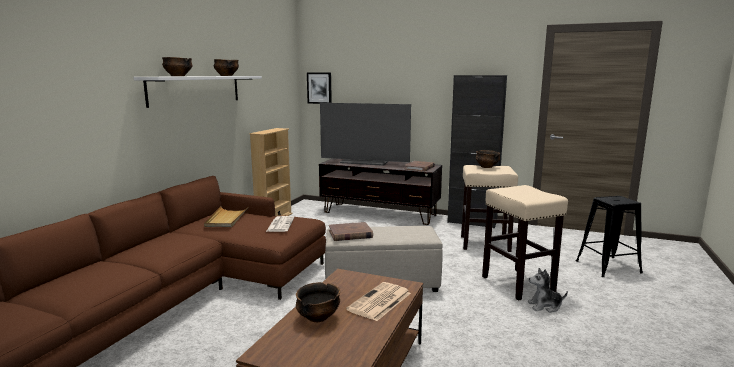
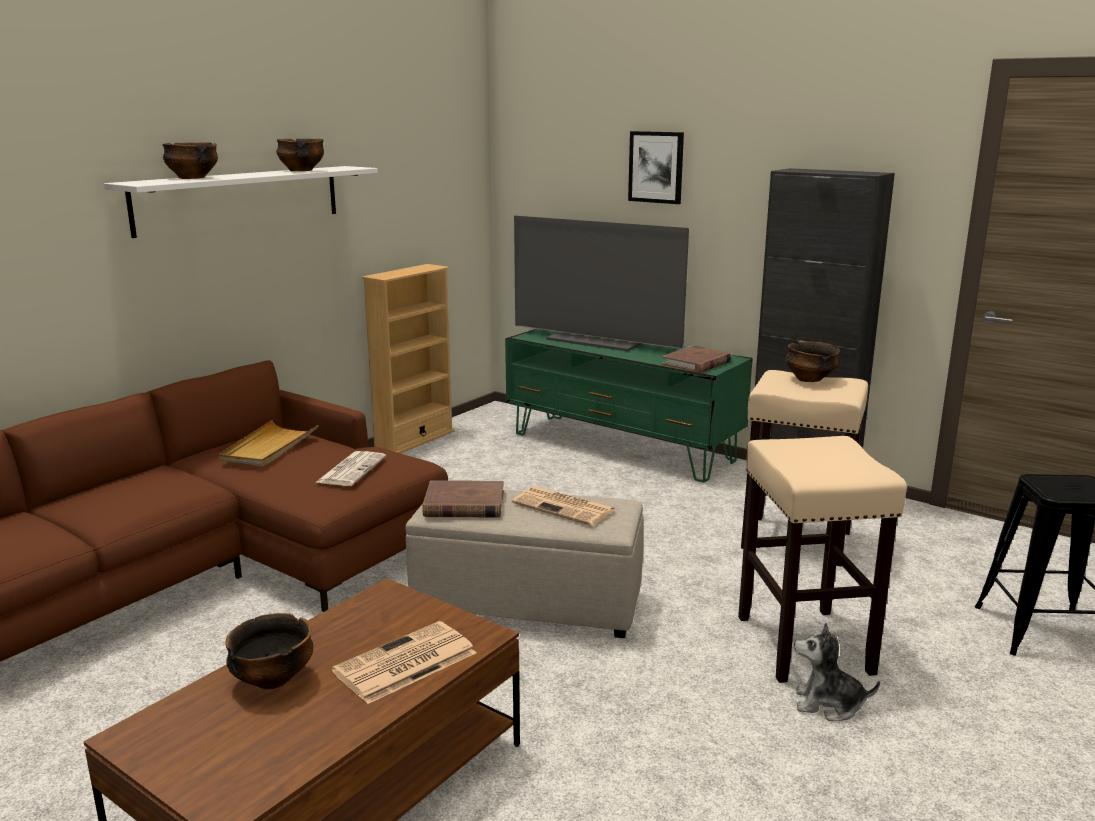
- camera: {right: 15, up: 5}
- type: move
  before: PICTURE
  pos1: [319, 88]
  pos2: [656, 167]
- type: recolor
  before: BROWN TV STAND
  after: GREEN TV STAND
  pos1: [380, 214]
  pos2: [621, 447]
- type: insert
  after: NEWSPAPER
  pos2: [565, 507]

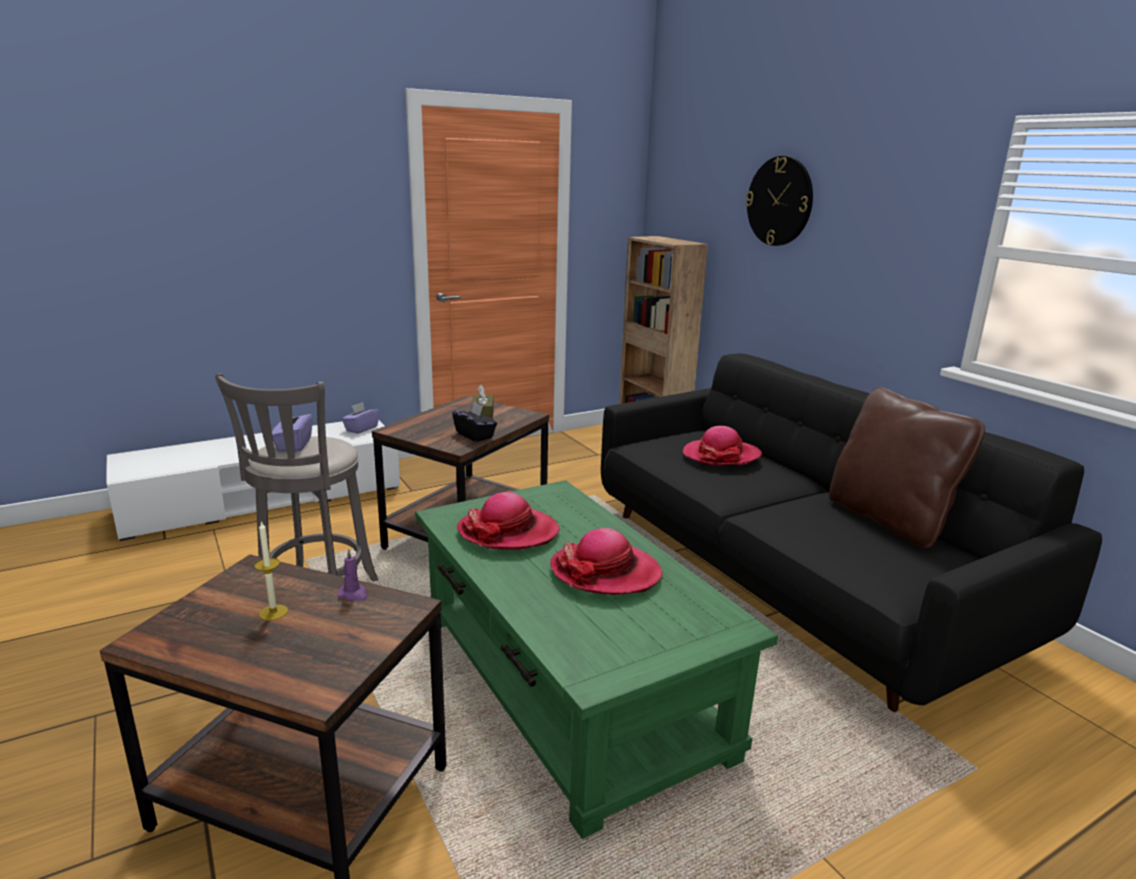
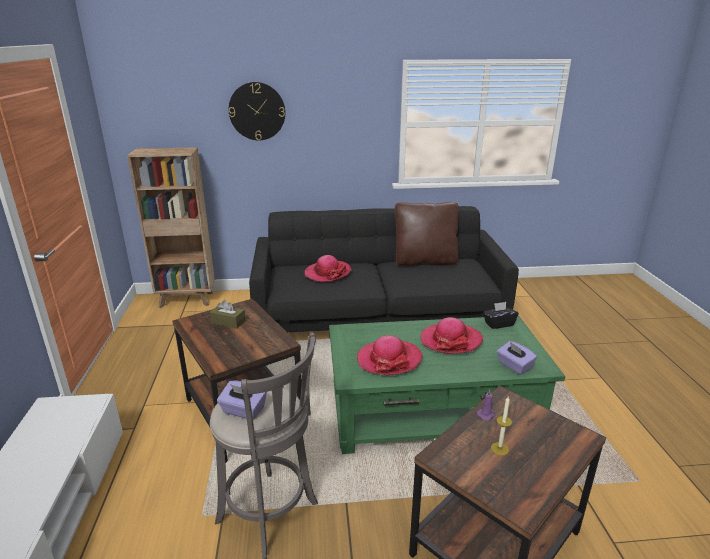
- camera: {right: -65, up: 5}
- type: move
  before: PURPLE TISSUE BOX
  pos1: [361, 429]
  pos2: [514, 366]
- type: move
  before: BLACK TISSUE BOX
  pos1: [475, 435]
  pos2: [498, 324]

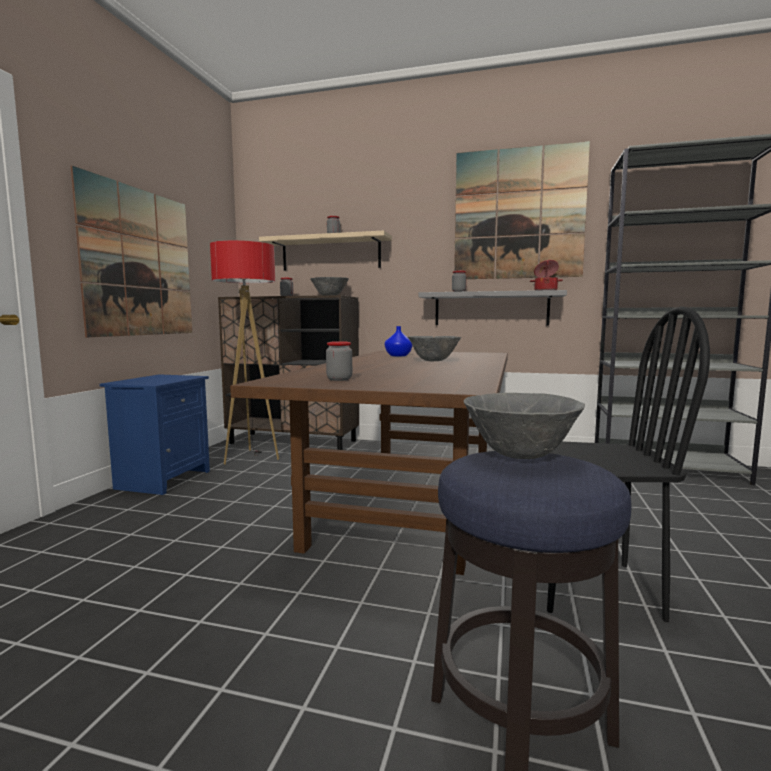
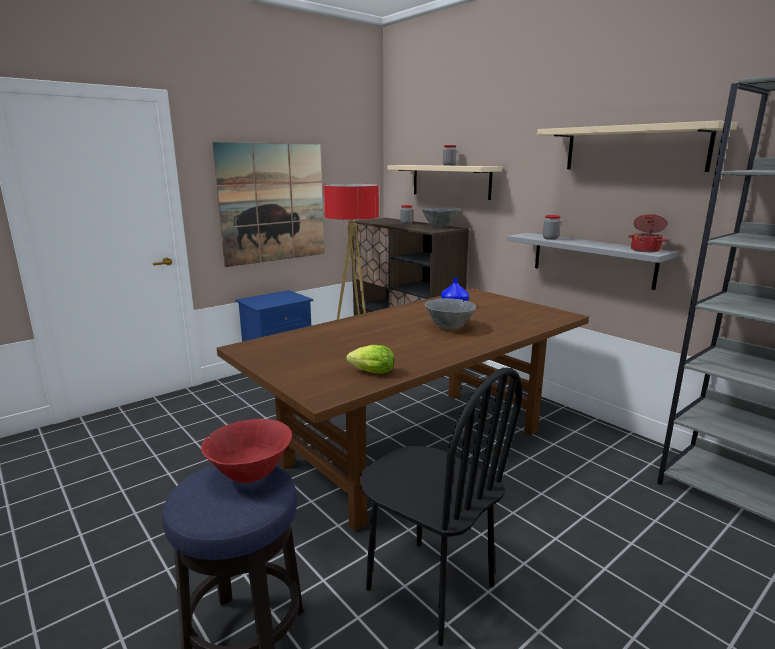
- camera: {right: 35, up: 10}
- type: delete
  before: JAR
  pos1: [339, 379]
- type: replace
  before: PICTURE
  after: BEIGE SHELF
  pos1: [518, 214]
  pos2: [634, 148]
- type: recolor
  before: GREY BOWL
  after: RED BOWL
  pos1: [520, 456]
  pos2: [250, 475]
- type: insert
  after: LETTUCE
  pos2: [370, 372]

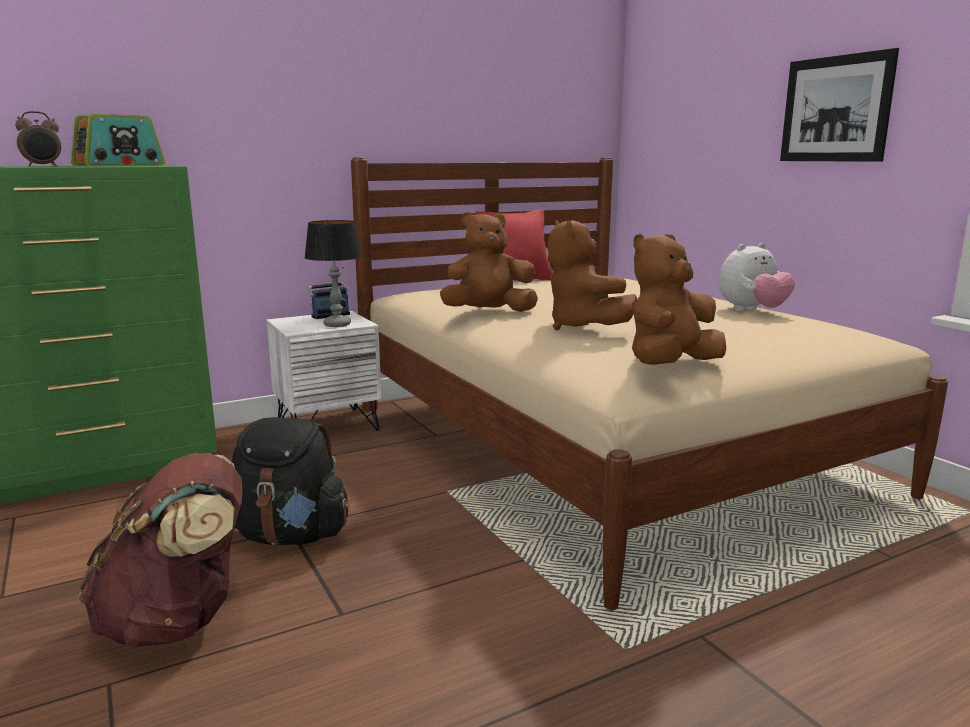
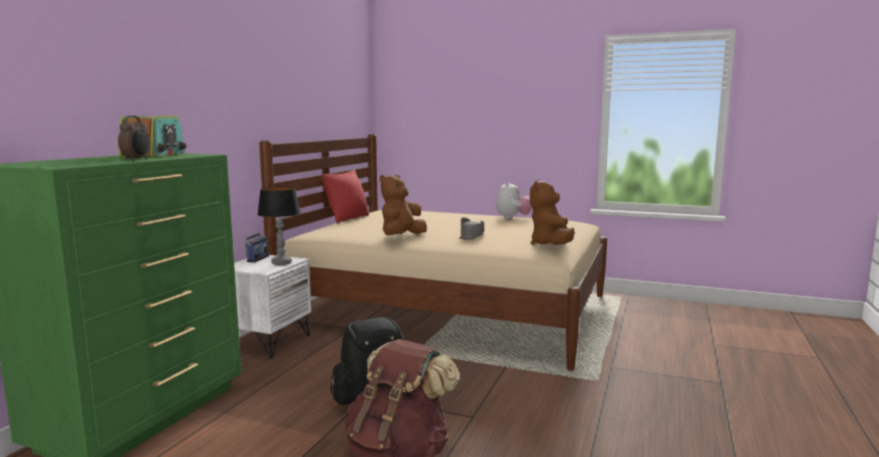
- camera: {right: -40, up: -5}
- type: replace
  before: BROWN PLUSH TOY
  after: GREY HAT
  pos1: [583, 327]
  pos2: [472, 236]
- type: delete
  before: PICTURE
  pos1: [835, 109]

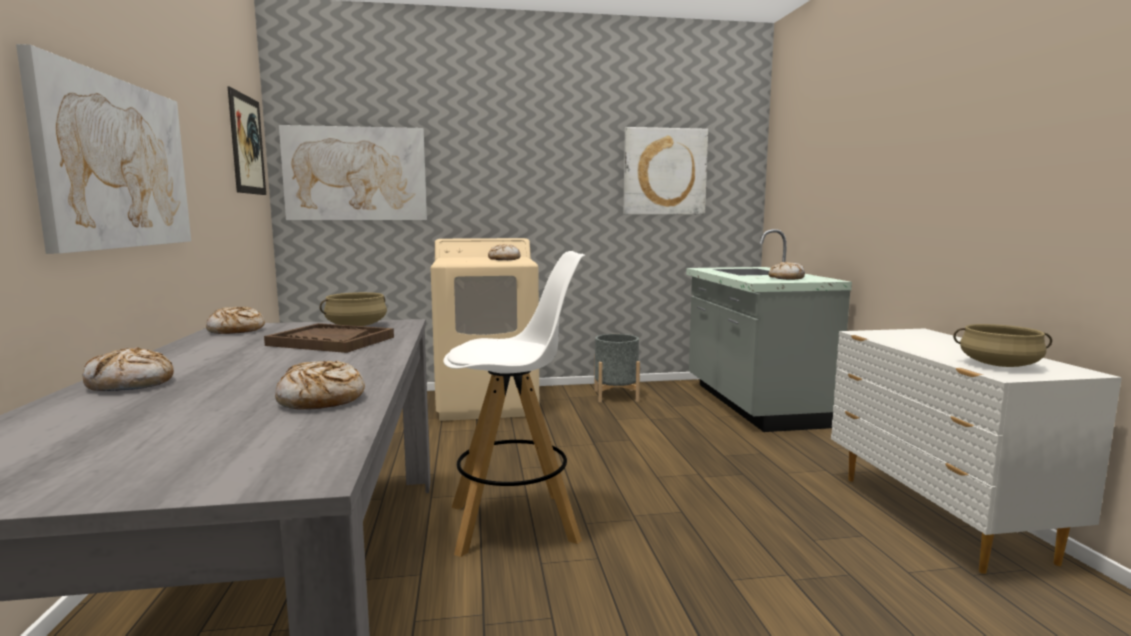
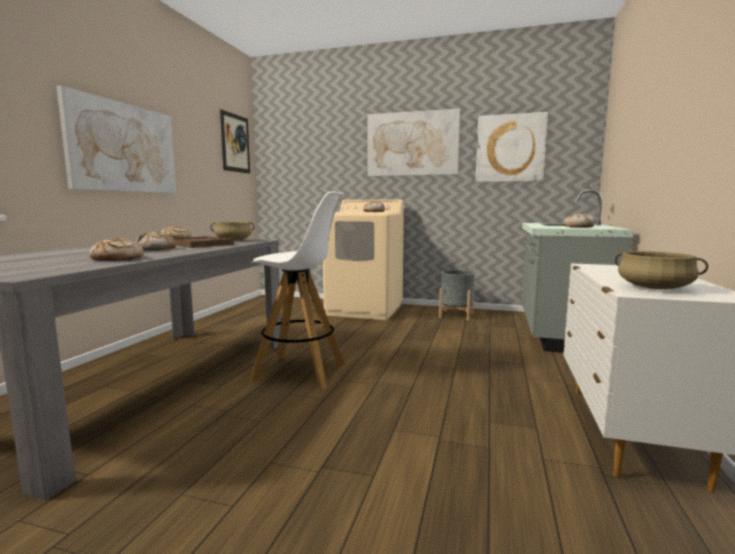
- camera: {right: 25, up: 0}
- type: move
  before: BREAD
  pos1: [131, 384]
  pos2: [156, 249]
- type: move
  before: PICTURE
  pos1: [355, 174]
  pos2: [412, 144]

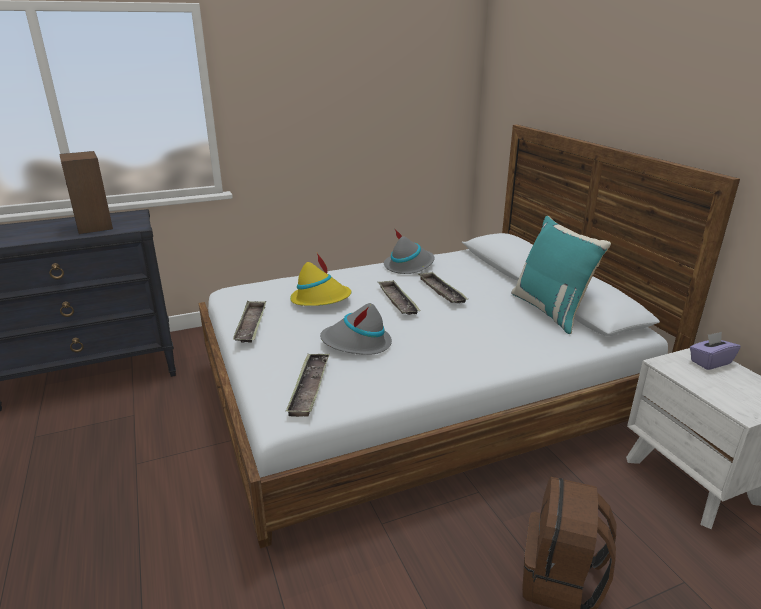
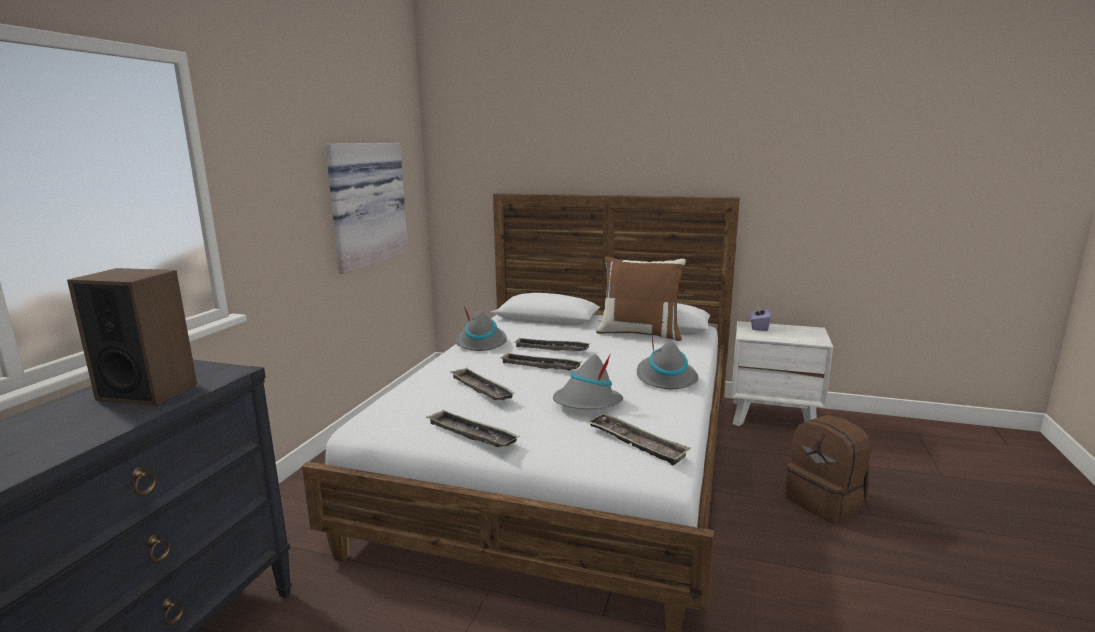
- camera: {right: -50, up: -10}
- type: replace
  before: YELLOW HAT
  after: TRAY
  pos1: [321, 299]
  pos2: [481, 389]
- type: recolor
  before: TURQUOISE PILLOW
  after: BROWN PILLOW
  pos1: [551, 310]
  pos2: [640, 333]
- type: insert
  after: PICTURE
  pos2: [365, 204]
- type: insert
  after: GREY HAT
  pos2: [665, 377]

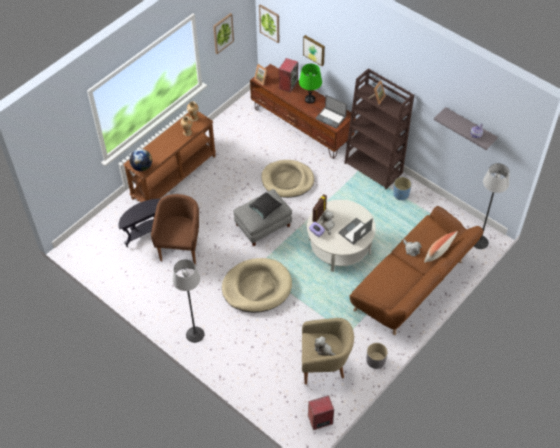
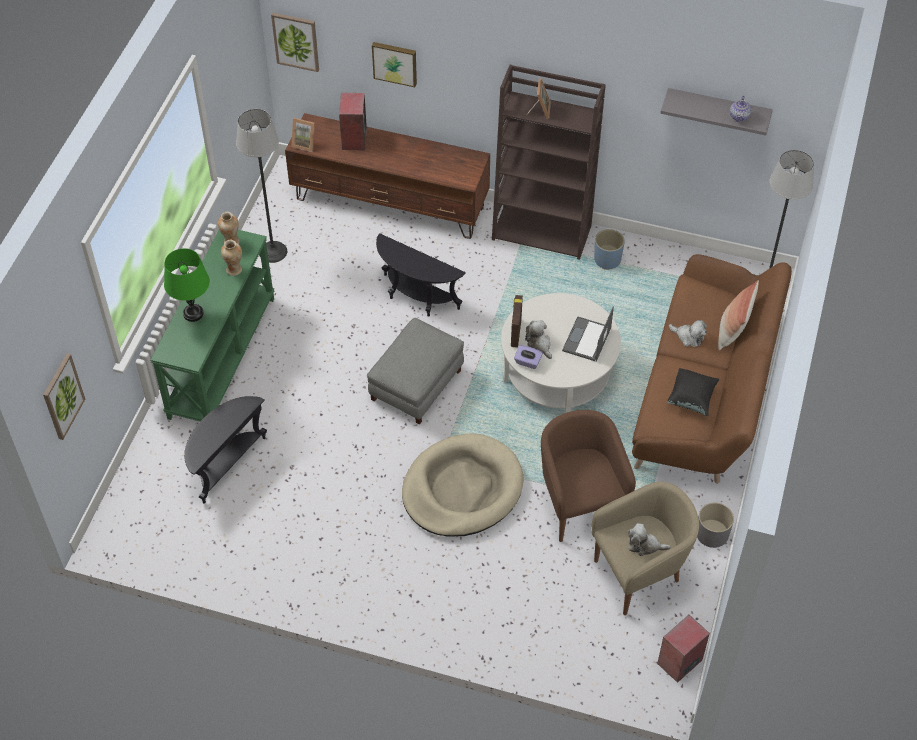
- camera: {right: -25, up: 0}
- type: recolor
  before: BROWN CONSOLE TABLE
  after: GREEN CONSOLE TABLE
  pos1: [174, 176]
  pos2: [221, 356]
- type: delete
  before: GLOBE
  pos1: [142, 167]
- type: move
  before: BROWN ARMCHAIR
  pos1: [181, 247]
  pos2: [579, 505]
- type: move
  before: FLOOR LAMP
  pos1: [195, 334]
  pos2: [272, 251]
- type: move
  before: PICTURE
  pos1: [223, 33]
  pos2: [62, 396]
- type: move
  before: BLACK PILLOW
  pos1: [265, 209]
  pos2: [691, 398]
- type: replace
  before: BEIGE DOG BED
  after: BLACK SIDE TABLE
  pos1: [287, 180]
  pos2: [416, 298]
- type: move
  before: GREEN TABLE LAMP
  pos1: [310, 99]
  pos2: [193, 313]
- type: delete
  before: LAPTOP
  pos1: [331, 118]

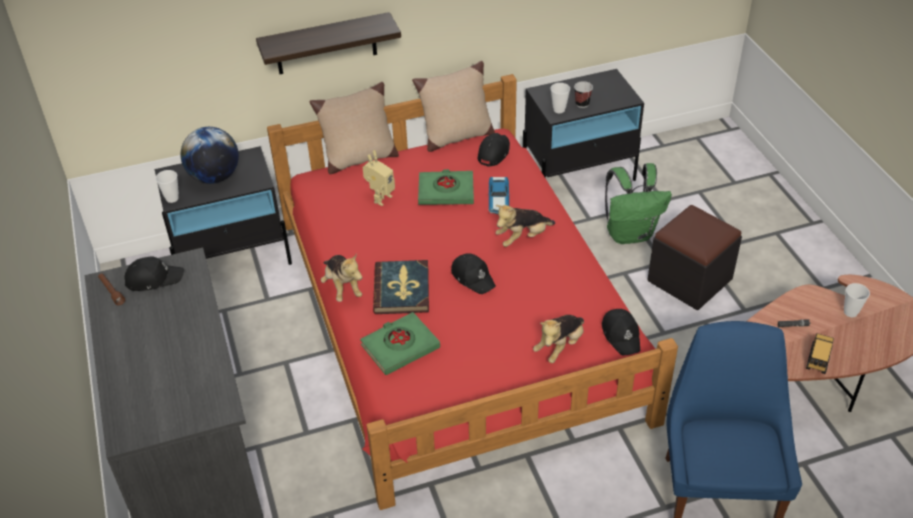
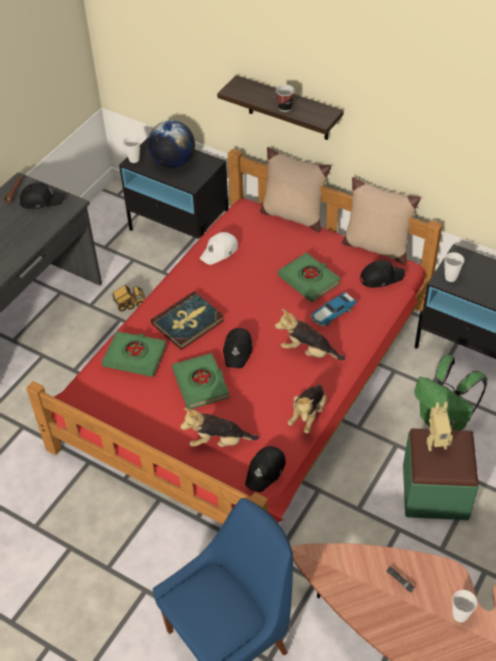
- camera: {right: 50, up: 5}
- type: rotate
  before: BLACK CAP
  pos1: [153, 278]
  pos2: [42, 200]
  turn: -45
- type: move
  before: PLUSH TOY
  pos1: [342, 287]
  pos2: [308, 415]
- type: move
  before: TOY ROBOT
  pos1: [380, 198]
  pos2: [435, 442]
- type: move
  before: CUP
  pos1: [582, 104]
  pos2: [285, 107]
- type: recolor
  before: BLACK OTTOMAN
  after: GREEN OTTOMAN
  pos1: [689, 280]
  pos2: [435, 492]
- type: move
  before: TOY TRUCK
  pos1: [817, 361]
  pos2: [129, 304]
- type: insert
  after: GREEN BOOK
  pos2: [201, 384]
- type: insert
  after: WHITE CAP
  pos2: [219, 252]

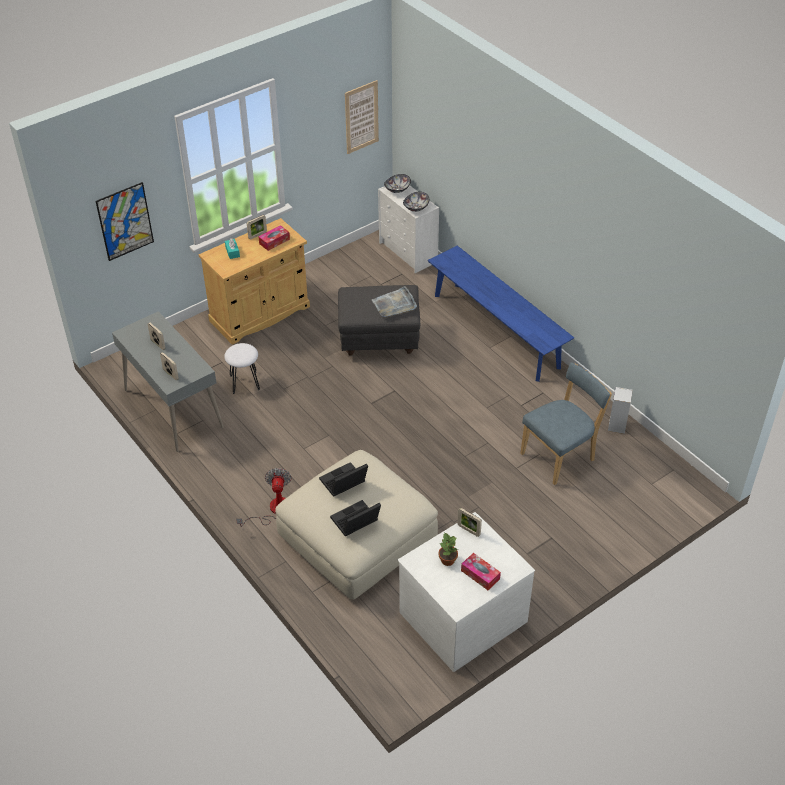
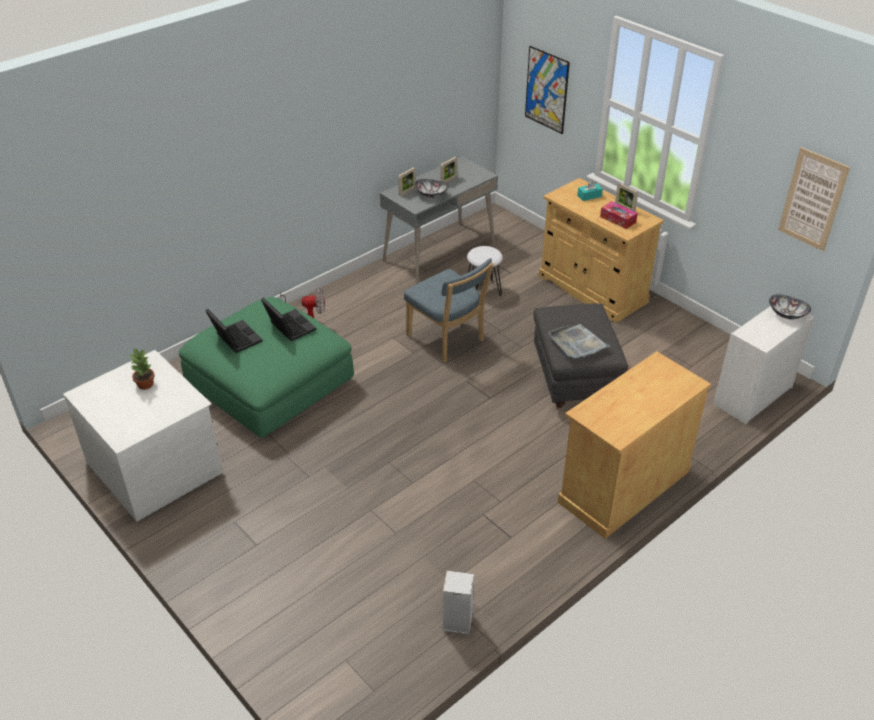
- camera: {right: 85, up: -5}
- type: recolor
  before: BEIGE OTTOMAN
  after: GREEN OTTOMAN
  pos1: [357, 537]
  pos2: [269, 383]
- type: move
  before: BOWL
  pos1: [416, 208]
  pos2: [431, 195]
- type: replace
  before: BLUE BENCH
  after: BEIGE CABINET
  pos1: [496, 330]
  pos2: [623, 486]
- type: delete
  before: PICTURE FRAME
  pos1: [468, 530]
- type: delete
  before: TISSUE BOX
  pos1: [480, 575]
- type: move
  before: BLUE CHAIR
  pos1: [560, 456]
  pos2: [447, 340]

